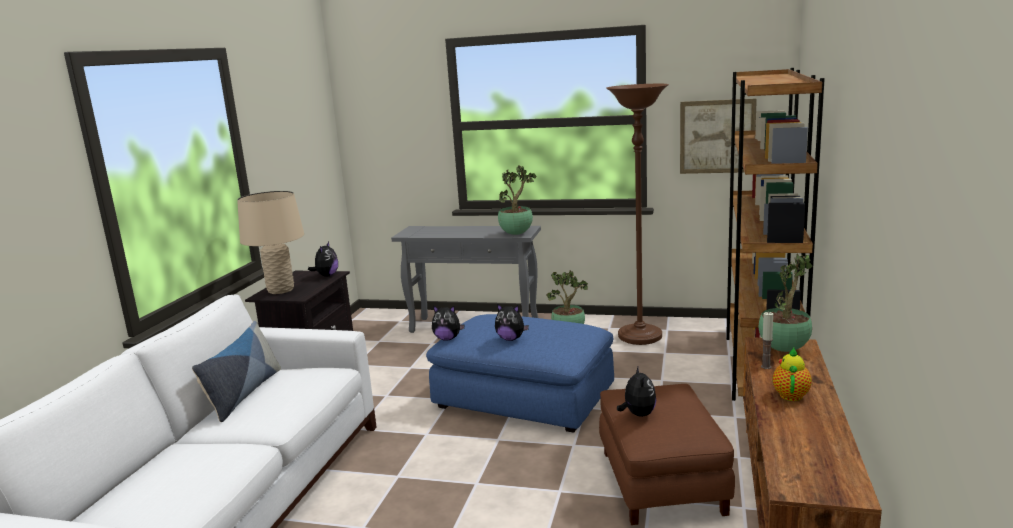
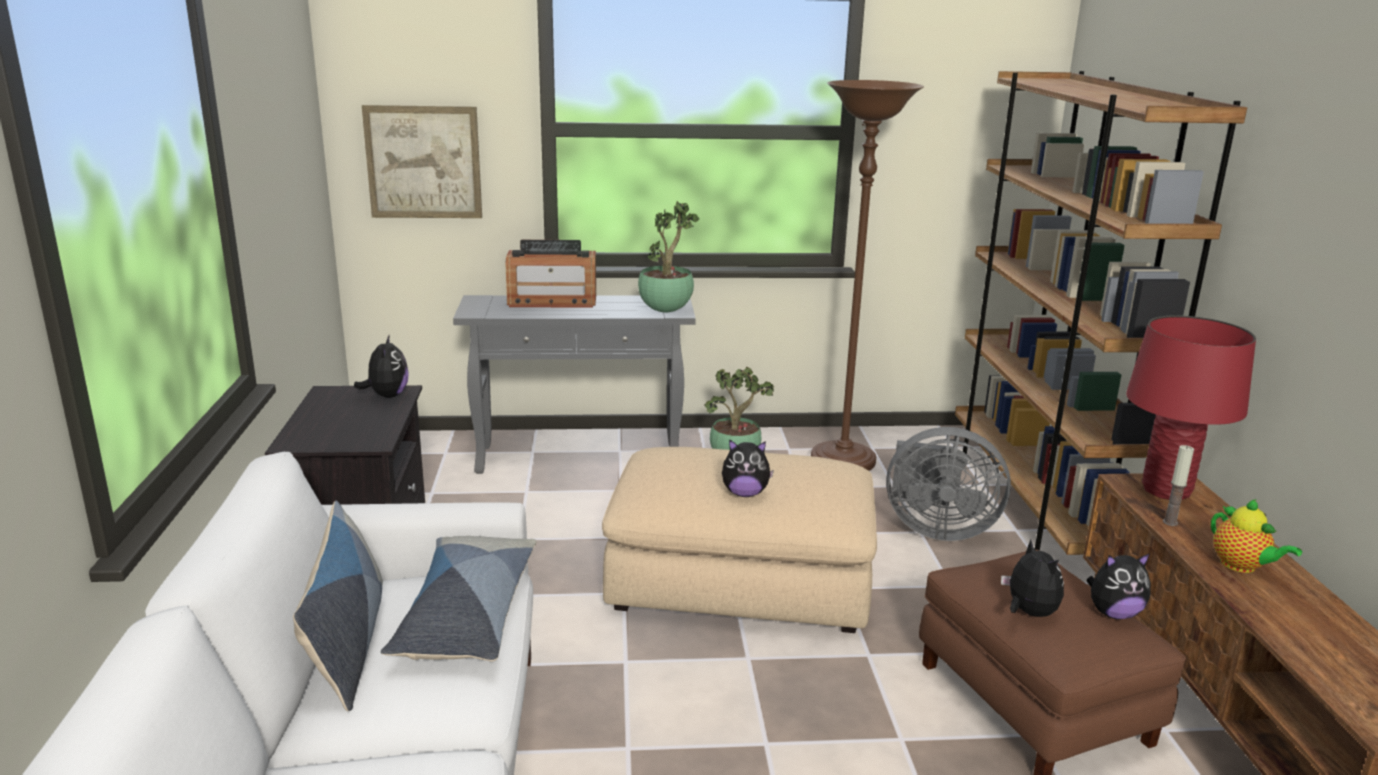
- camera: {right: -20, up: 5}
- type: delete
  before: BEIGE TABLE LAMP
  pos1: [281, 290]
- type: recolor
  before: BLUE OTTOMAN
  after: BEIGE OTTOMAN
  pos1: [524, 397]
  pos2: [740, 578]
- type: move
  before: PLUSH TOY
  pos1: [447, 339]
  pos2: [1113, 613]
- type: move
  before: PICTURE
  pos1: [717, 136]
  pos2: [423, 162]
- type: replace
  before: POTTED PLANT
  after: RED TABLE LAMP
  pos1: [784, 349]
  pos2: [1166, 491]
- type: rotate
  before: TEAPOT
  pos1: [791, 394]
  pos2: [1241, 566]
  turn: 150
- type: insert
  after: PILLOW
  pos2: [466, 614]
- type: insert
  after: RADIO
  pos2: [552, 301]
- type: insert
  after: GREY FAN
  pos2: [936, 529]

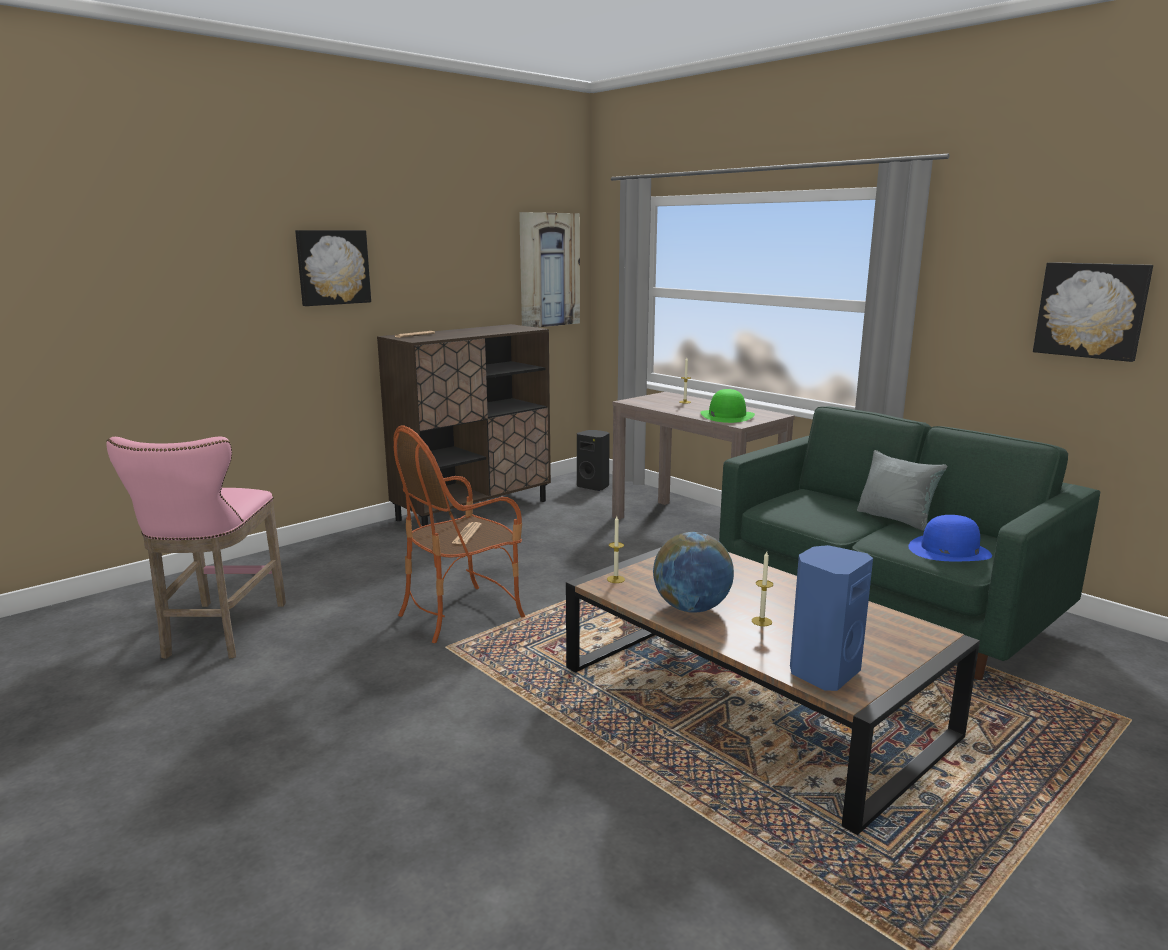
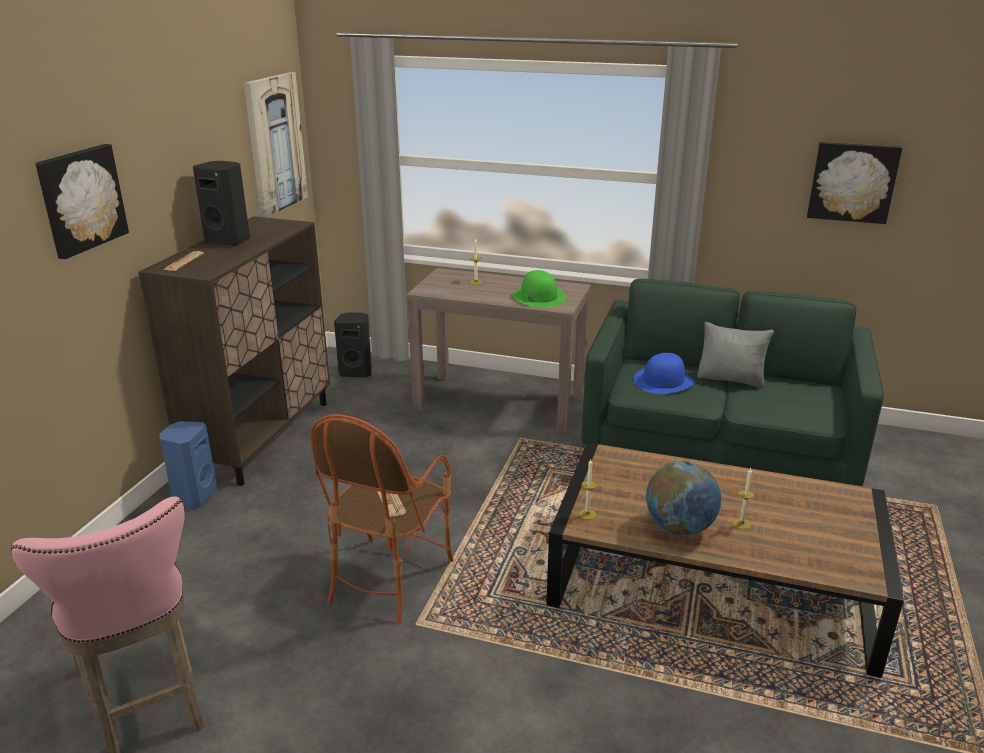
- camera: {right: -30, up: 10}
- type: move
  before: BLUE SPEAKER
  pos1: [822, 672]
  pos2: [193, 497]
- type: move
  before: BLUE HAT
  pos1: [949, 551]
  pos2: [663, 381]
- type: insert
  after: BLACK SPEAKER
  pos2: [229, 240]

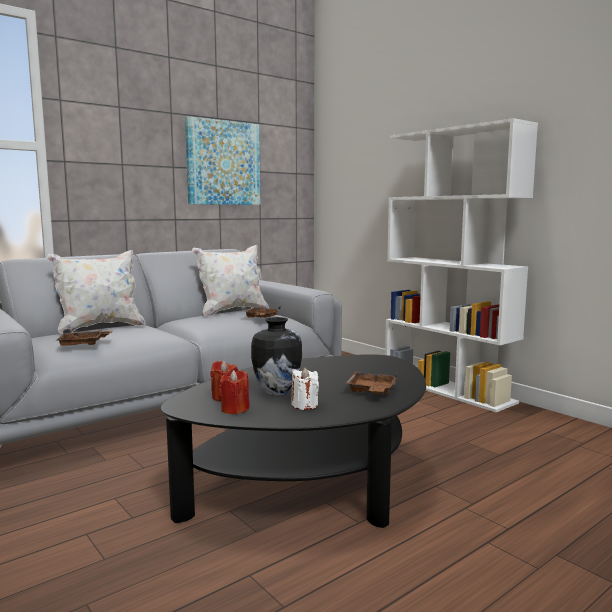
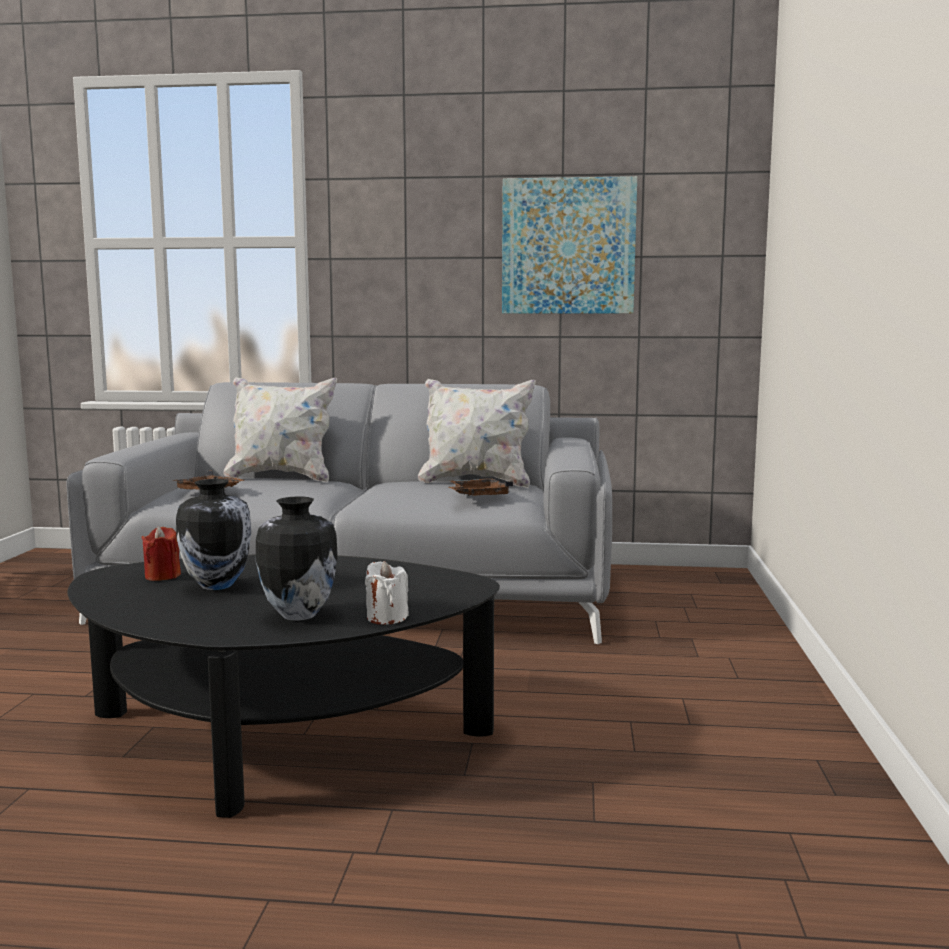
- camera: {right: 45, up: 0}
- type: delete
  before: RED CANDLE
  pos1: [235, 409]
- type: move
  before: WHITE CANDLE
  pos1: [304, 405]
  pos2: [386, 618]
- type: replace
  before: BROWN TRAY
  after: VASE
  pos1: [371, 391]
  pos2: [297, 615]
- type: delete
  before: WHITE BOOKCASE
  pos1: [448, 389]

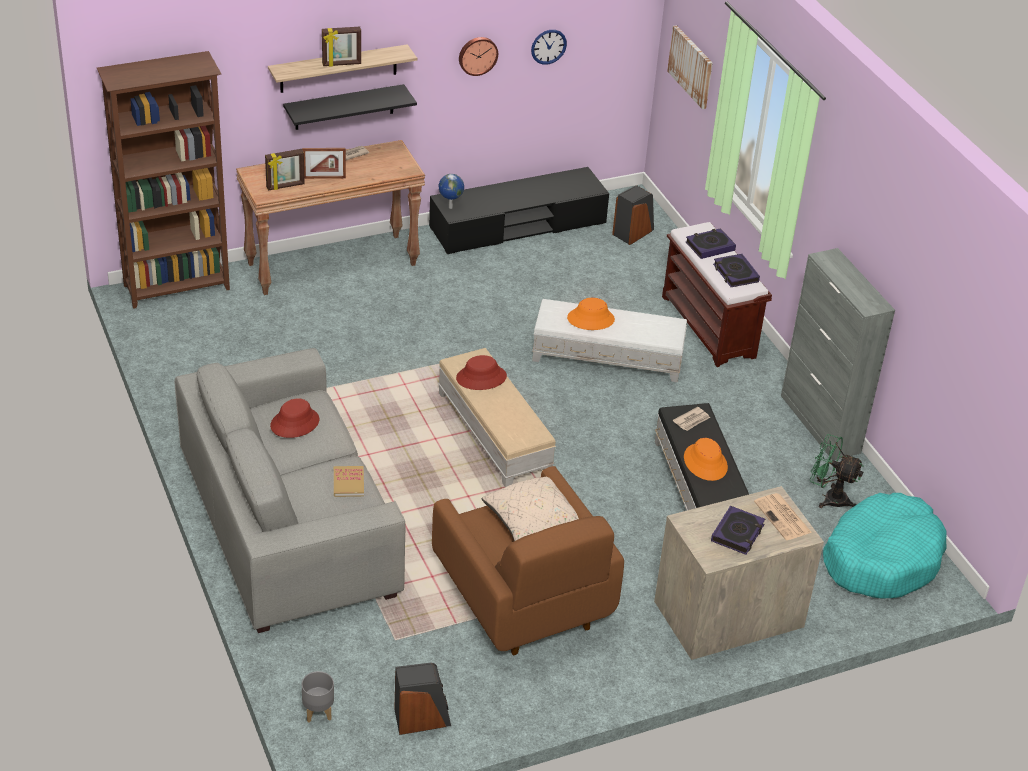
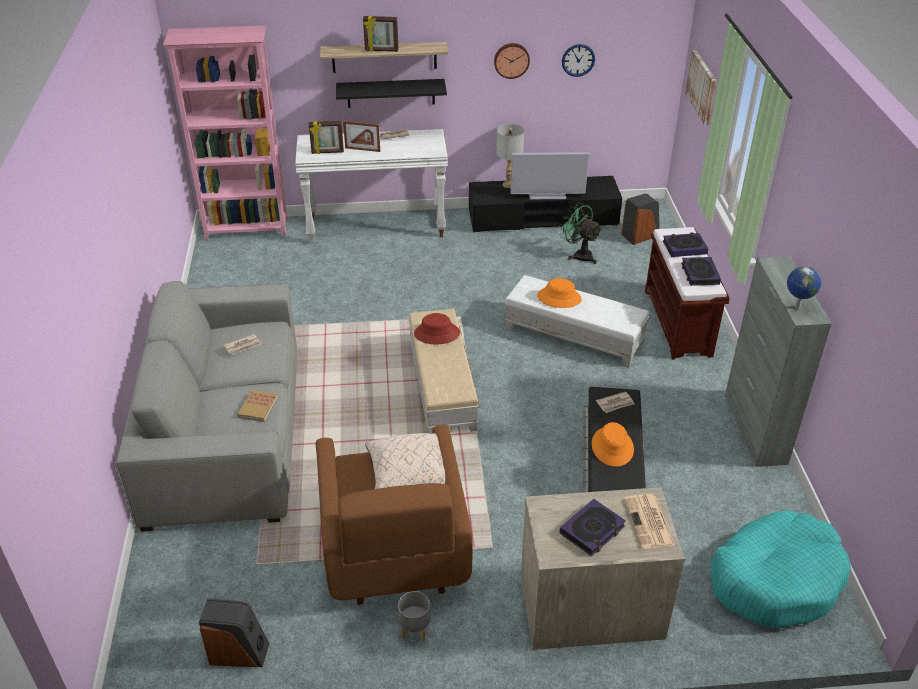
- camera: {right: 20, up: 0}
- type: recolor
  before: BROWN BOOKCASE
  after: PINK BOOKCASE
  pos1: [178, 288]
  pos2: [247, 229]
- type: recolor
  before: BROWN CONSOLE TABLE
  after: WHITE CONSOLE TABLE
  pos1: [332, 264]
  pos2: [376, 227]
- type: replace
  before: RED HAT
  after: NEWSPAPER
  pos1: [294, 423]
  pos2: [243, 346]
- type: move
  before: GREY PLANTER
  pos1: [318, 712]
  pos2: [415, 630]
- type: move
  before: GLOBE
  pos1: [450, 207]
  pos2: [796, 307]
- type: move
  before: GREEN FAN
  pos1: [829, 497]
  pos2: [579, 255]
- type: insert
  after: GREY TABLE LAMP
  pos2: [508, 184]
- type: insert
  after: TELEVISION
  pos2: [547, 195]

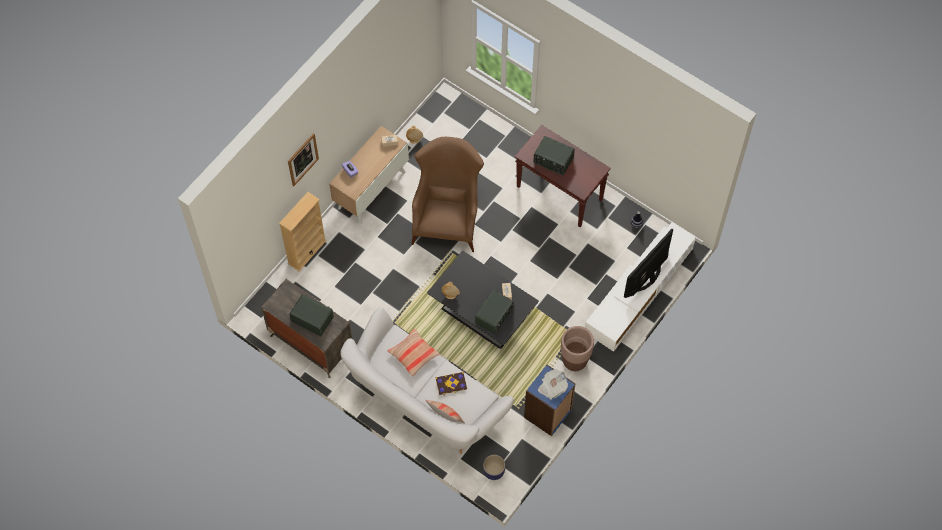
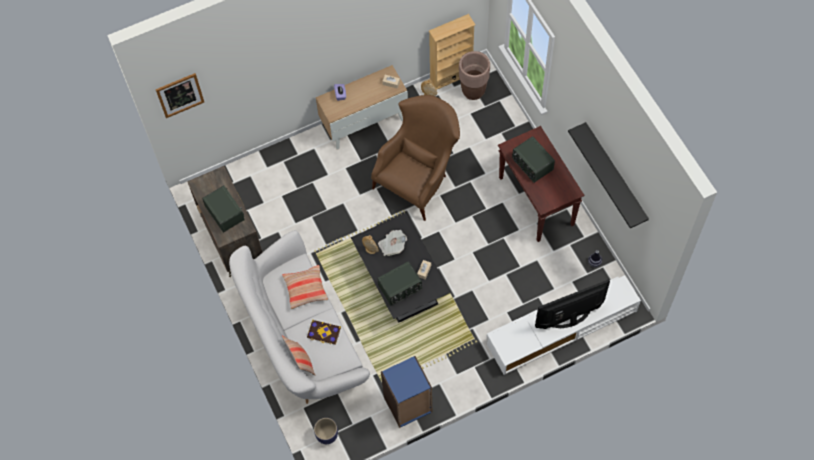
- camera: {right: 30, up: 0}
- type: move
  before: BEIGE BOOKCASE
  pos1: [307, 252]
  pos2: [451, 76]
- type: move
  before: PICTURE
  pos1: [302, 159]
  pos2: [180, 95]
- type: move
  before: NEWSPAPER
  pos1: [552, 387]
  pos2: [392, 246]
- type: move
  before: BROWN PLANTER
  pos1: [574, 361]
  pos2: [473, 91]
- type: insert
  after: BLACK SHELF
  pos2: [615, 175]

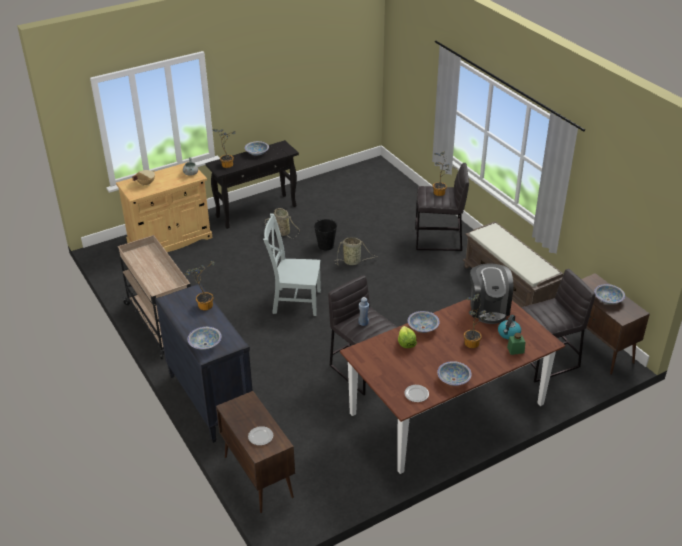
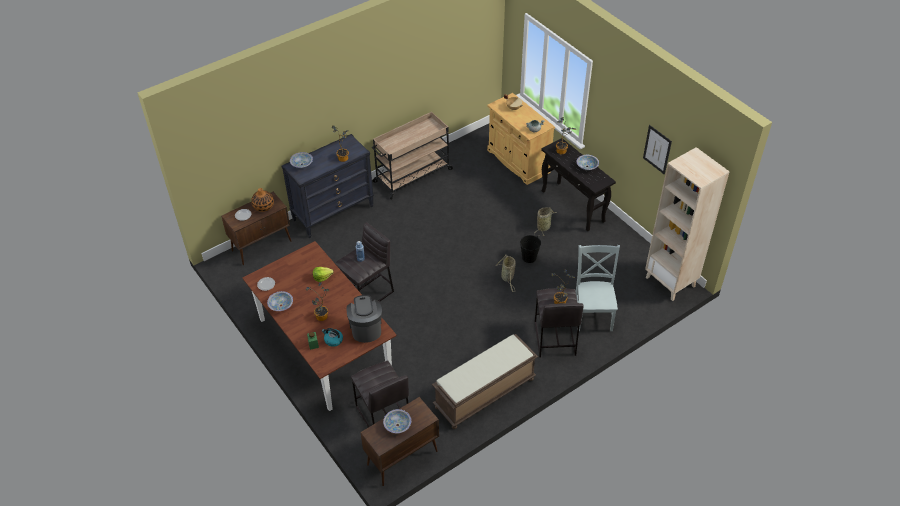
- camera: {right: 85, up: 10}
- type: move
  before: GREY CHAIR
  pos1: [294, 301]
  pos2: [593, 314]
- type: delete
  before: BOWL
  pos1: [423, 327]
- type: rotate
  before: COFFEE MACHINE
  pos1: [488, 308]
  pos2: [366, 328]
  turn: 90
- type: insert
  after: VASE
  pos2: [263, 206]
- type: insert
  after: PICTURE
  pos2: [657, 149]
- type: insert
  after: BEIGE BOOKCASE
  pos2: [670, 282]

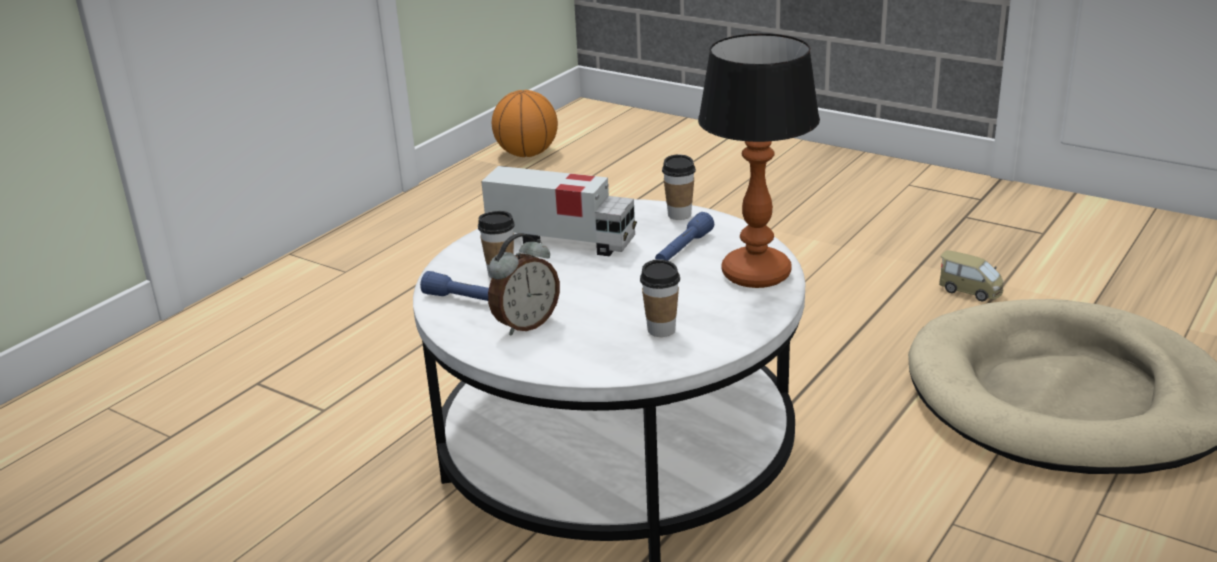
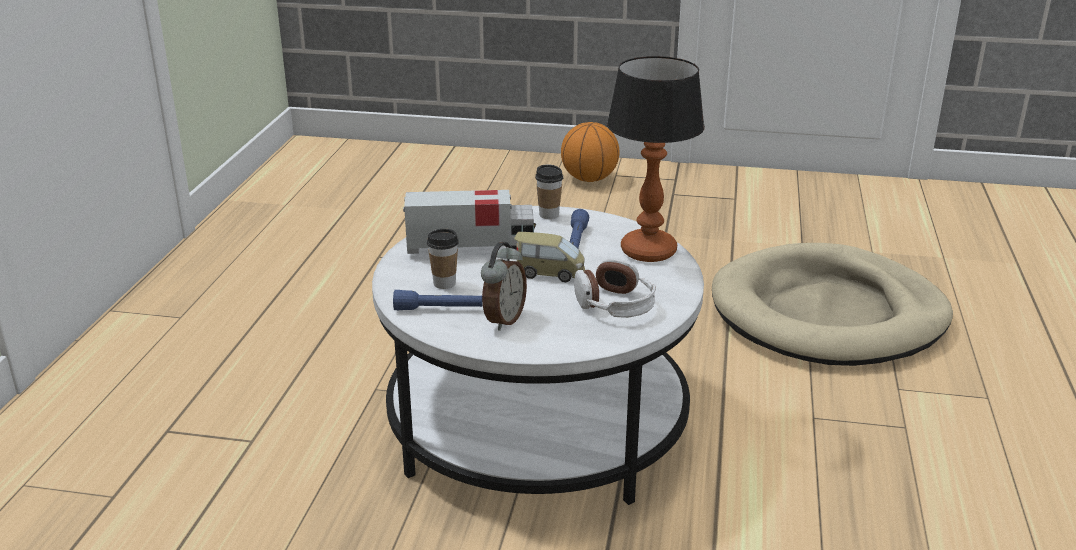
- camera: {right: -25, up: 0}
- type: move
  before: BASKETBALL
  pos1: [527, 154]
  pos2: [589, 179]
- type: replace
  before: CUP
  after: HEADPHONES
  pos1: [661, 330]
  pos2: [615, 305]
- type: move
  before: TOY CAR
  pos1: [970, 291]
  pos2: [550, 273]

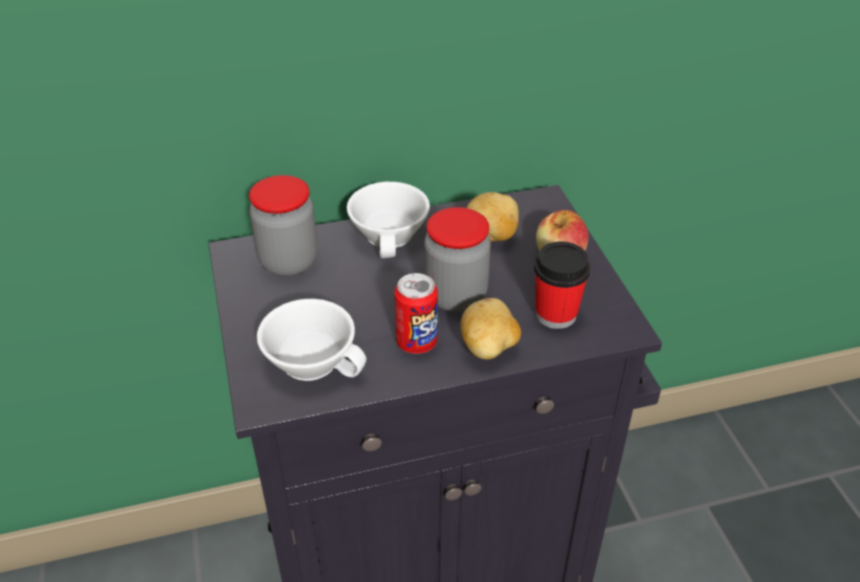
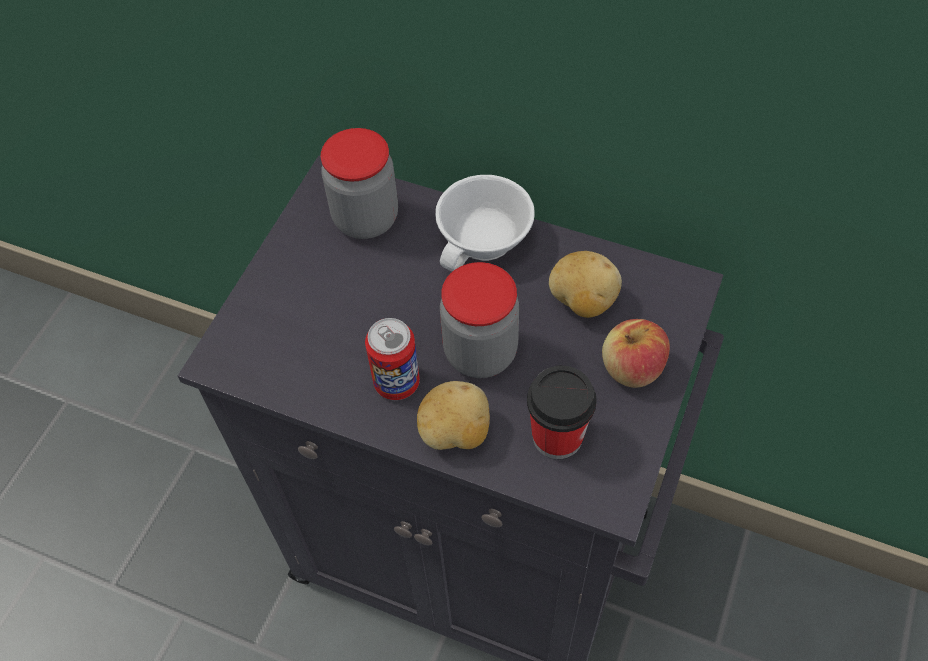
- camera: {right: 40, up: 15}
- type: delete
  before: WHITE CUP
  pos1: [314, 359]

